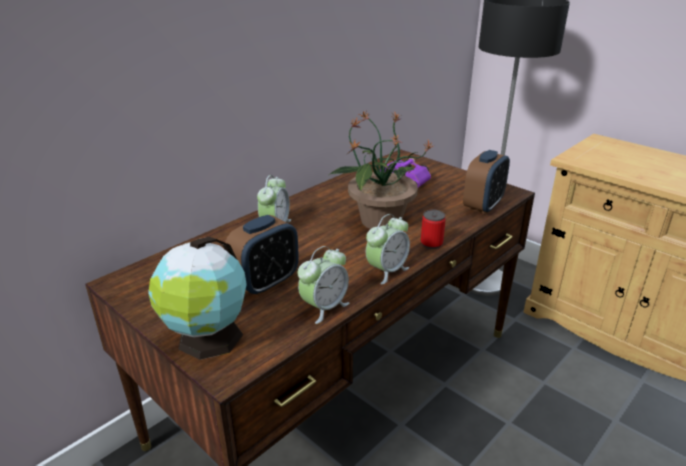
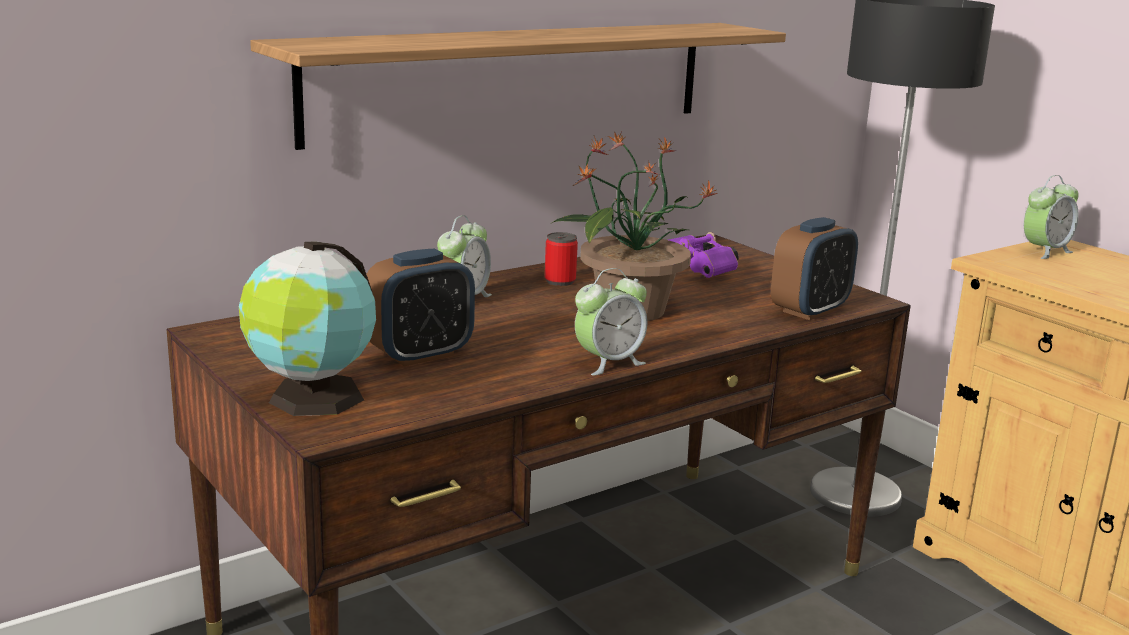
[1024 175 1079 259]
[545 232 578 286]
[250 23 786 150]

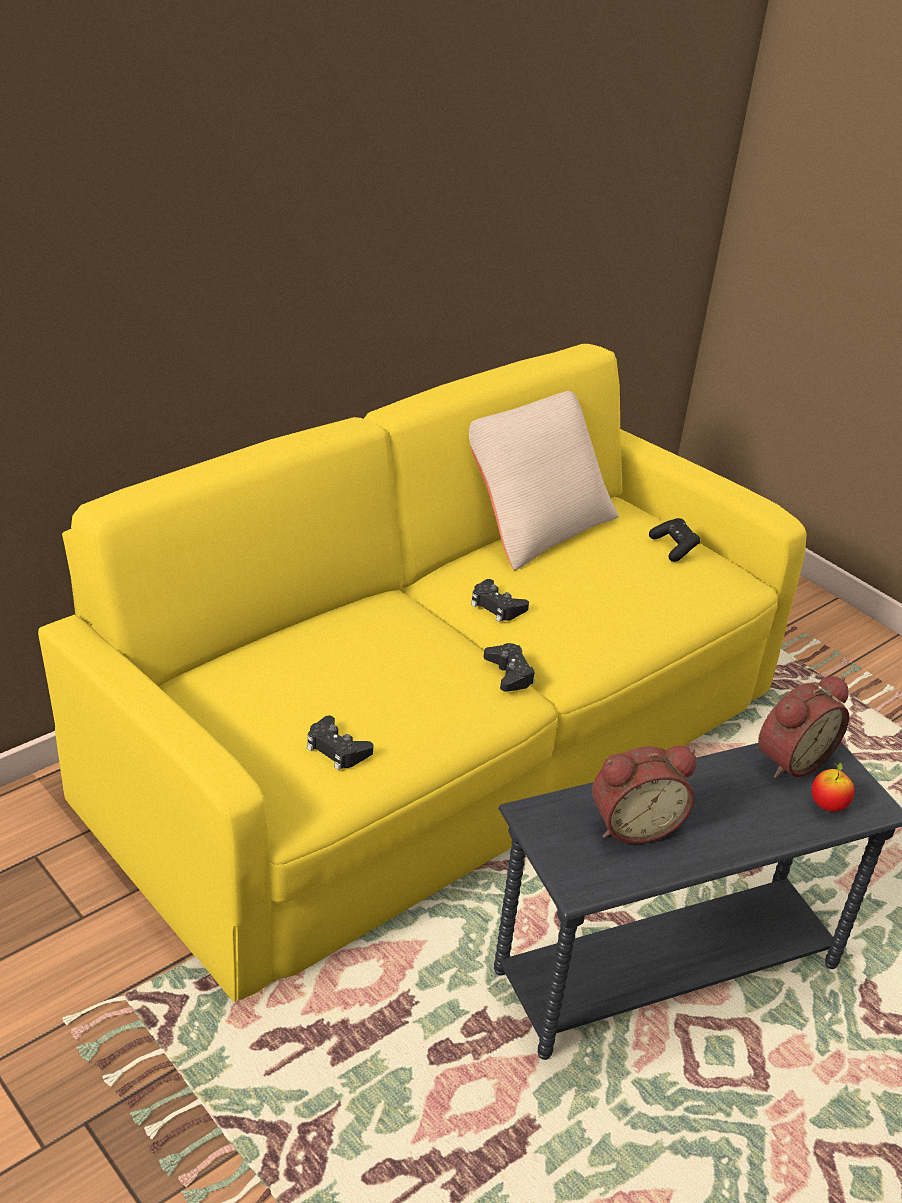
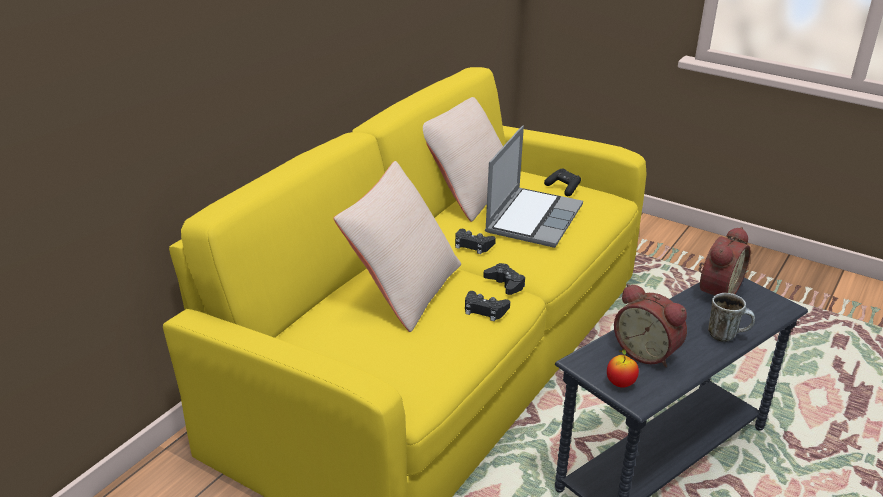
[465 291 510 322]
[614 284 687 368]
[607 349 639 388]
[333 161 461 332]
[485 126 583 248]
[708 293 755 342]

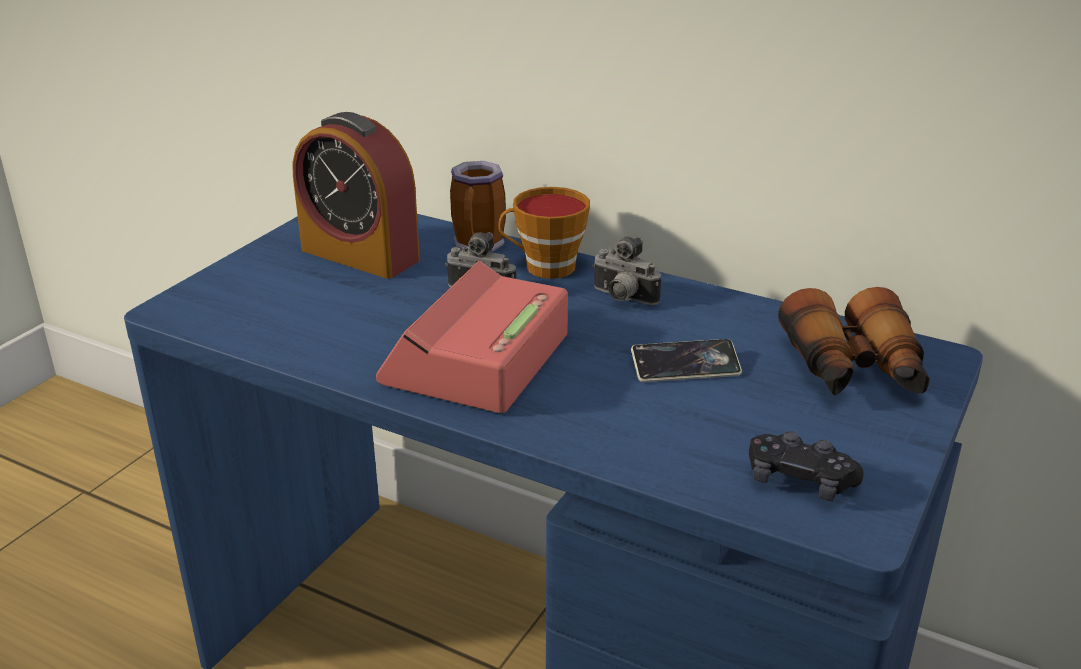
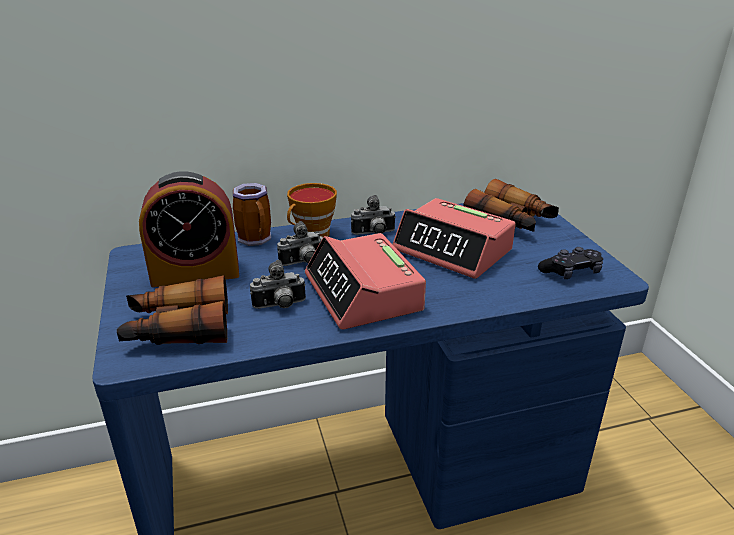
[393 198 516 279]
[117 275 228 345]
[250 260 306 309]

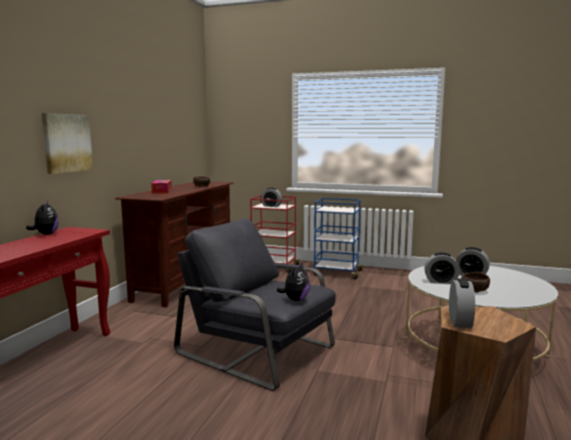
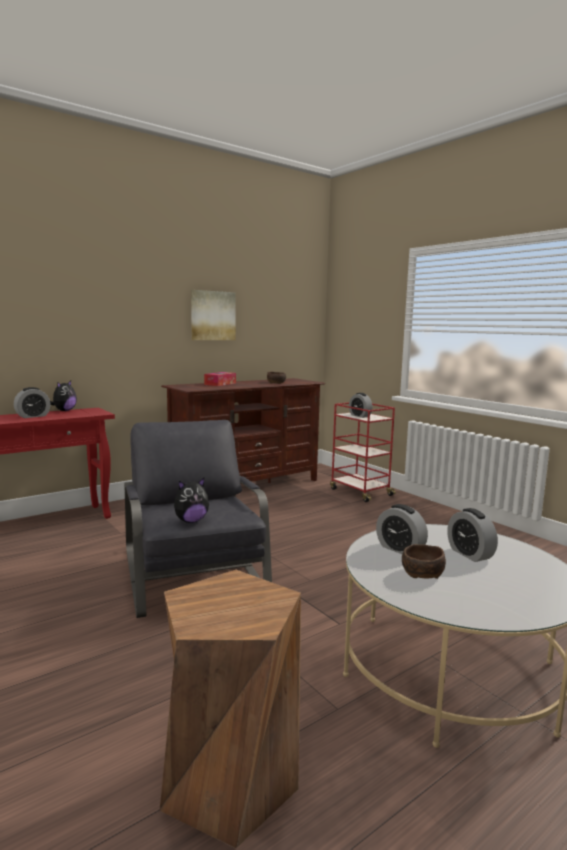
[191 290 236 340]
[314 198 364 279] (first image)
[14 387 50 418]

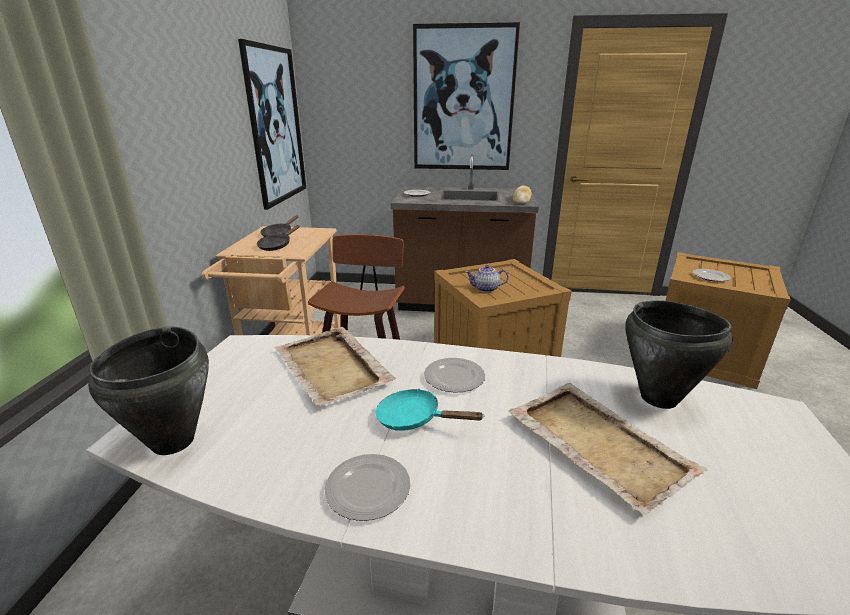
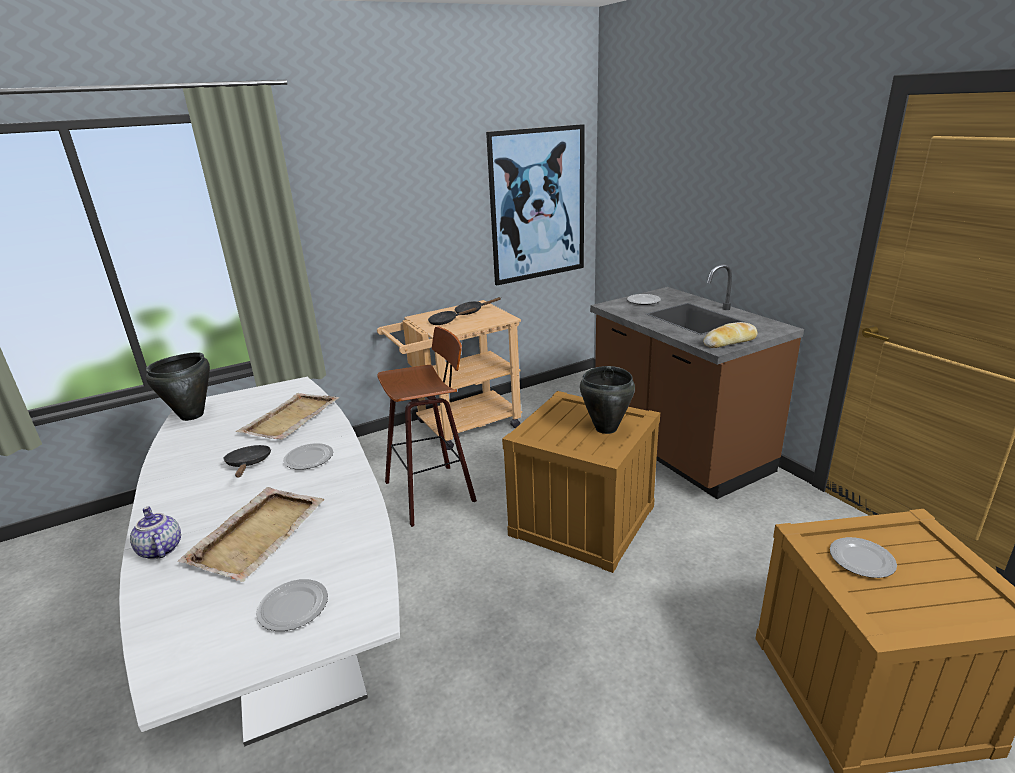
[256 579 328 631]
[223 445 271 478]
[413 22 520 170] (first image)
[130 507 181 559]
[580 366 635 434]

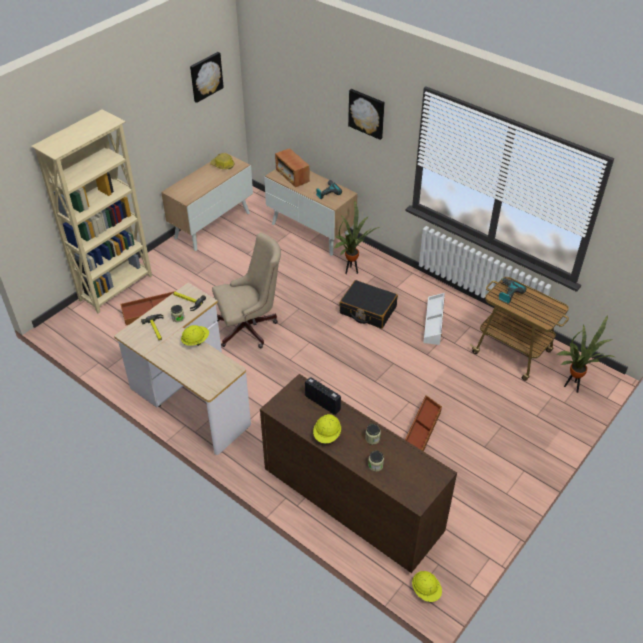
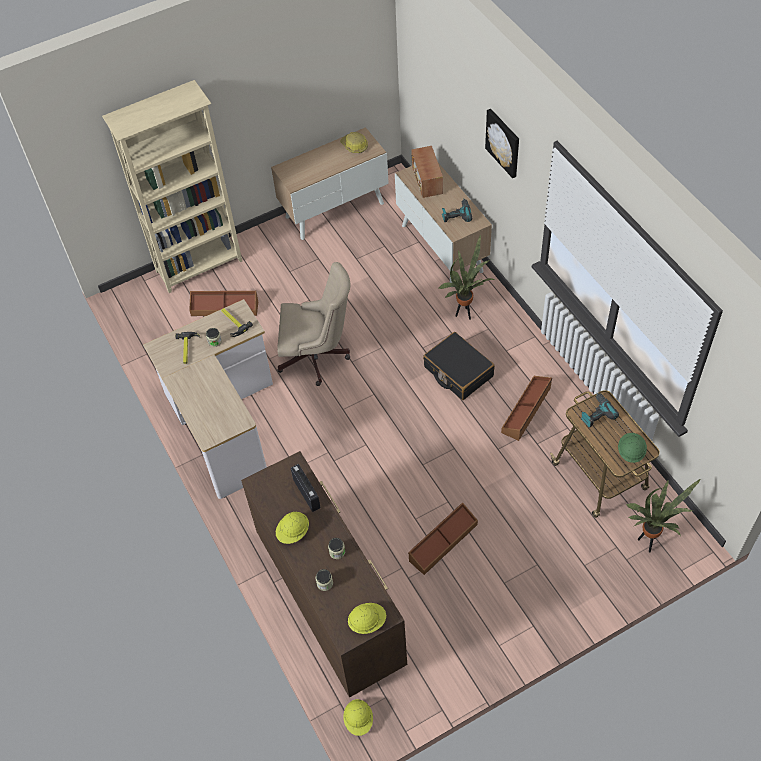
[348 603 386 634]
[190 52 224 103] (first image)
[501 376 552 441]
[618 433 647 463]

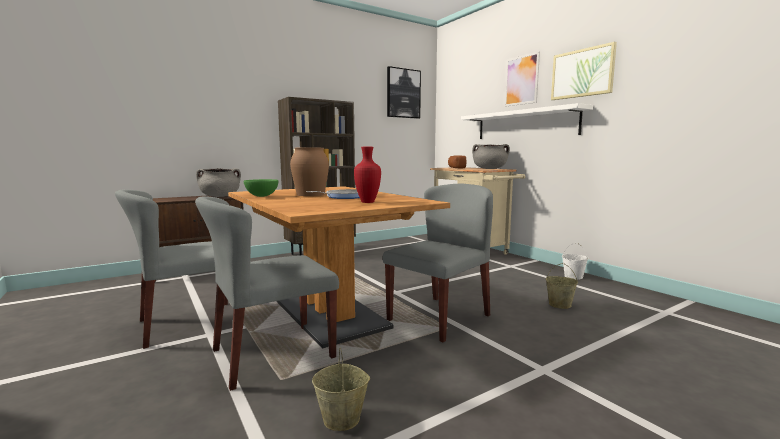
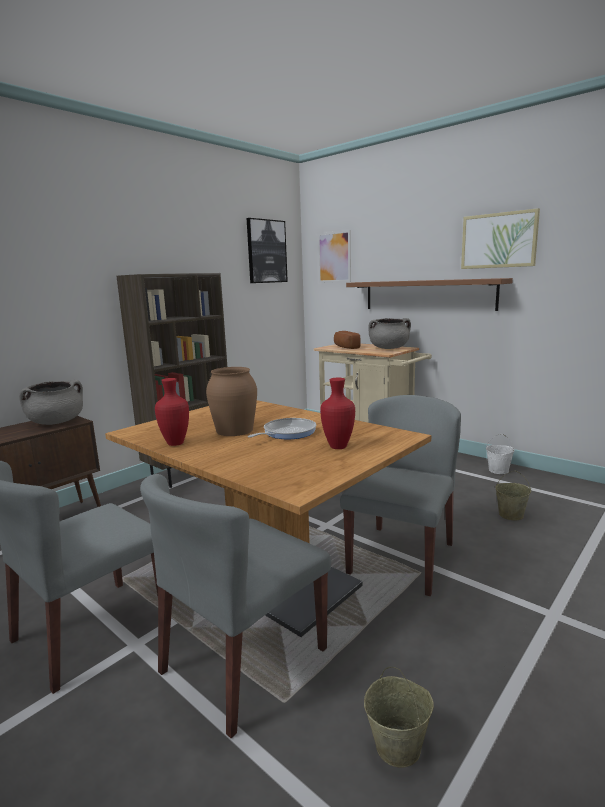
[155 378 189 446]
[346 278 513 311]
[317 230 351 283]

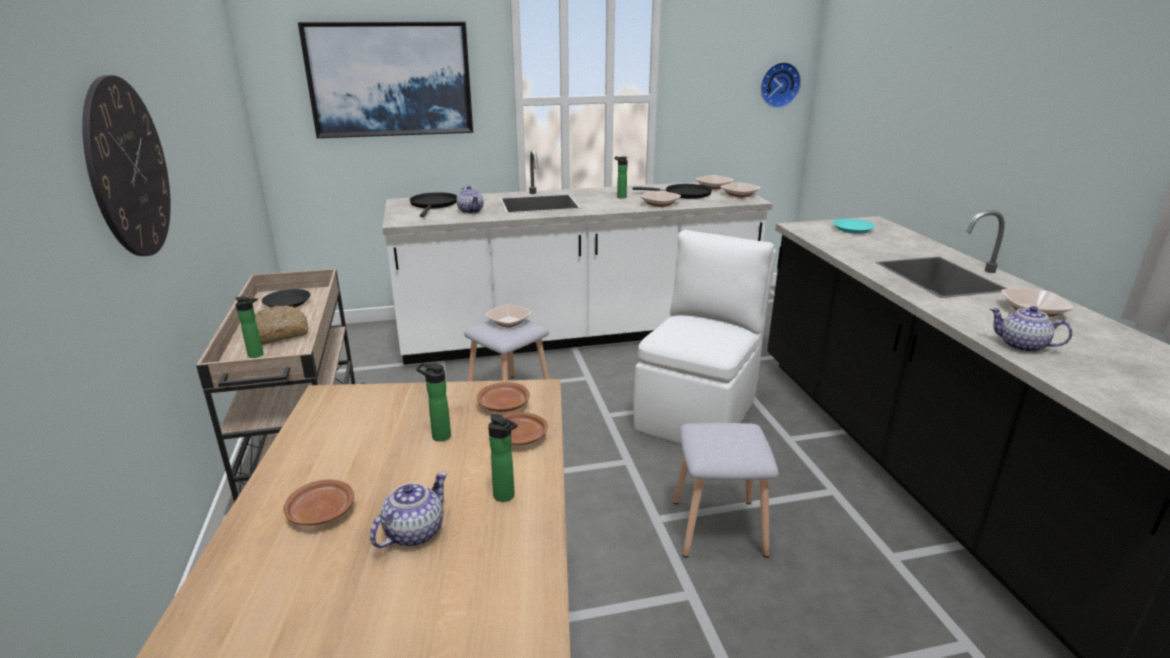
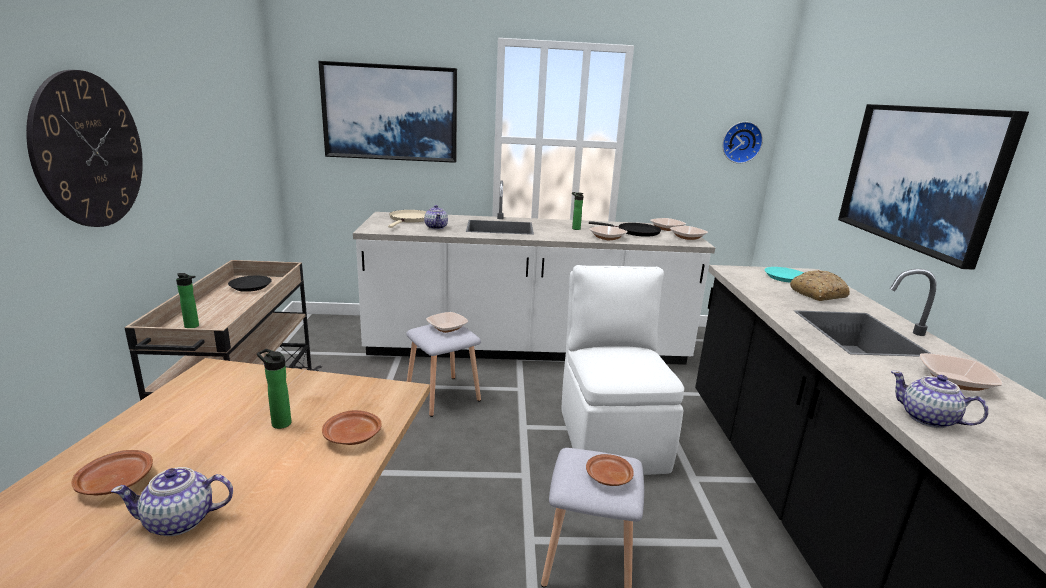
[790 270 850 301]
[111 467 233 536]
[388 210 427 228]
[586 454 634 486]
[488 414 518 502] (first image)
[561 265 684 475]
[838 104 1029 270]

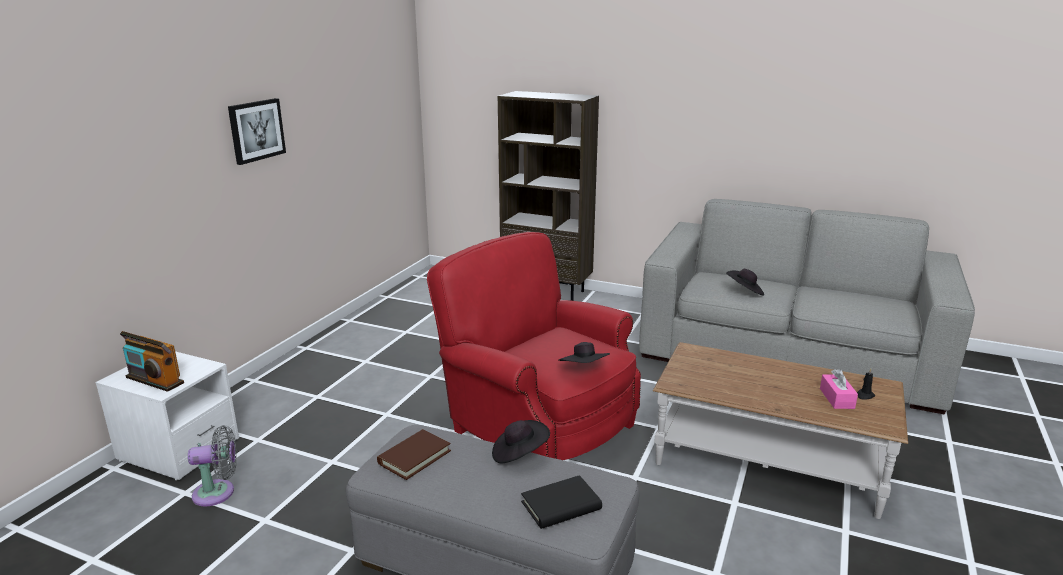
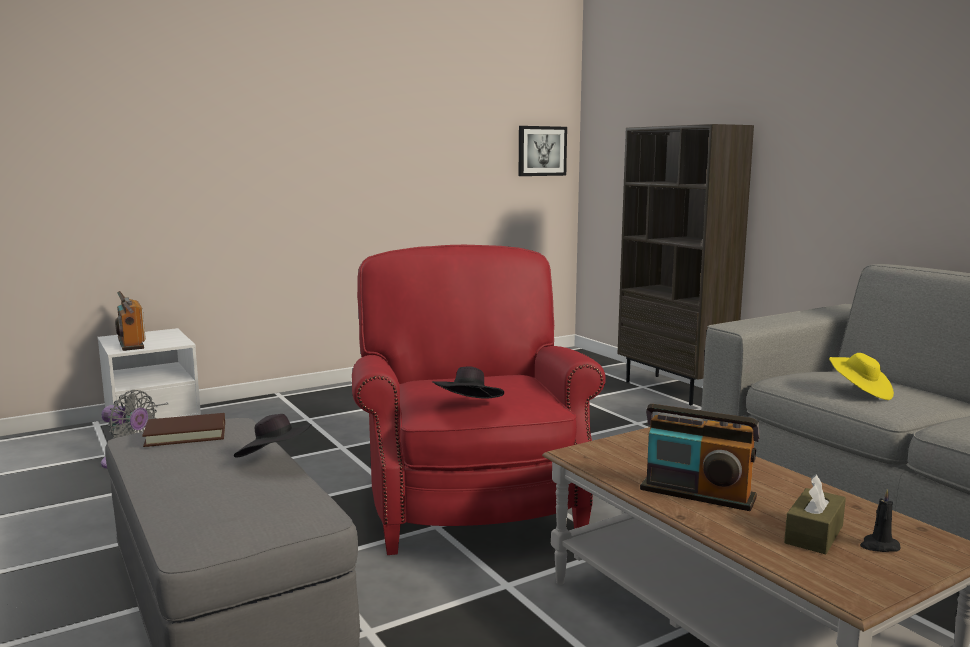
[519 126 567 176]
[521 475 602 529] (first image)
[829 353 894 400]
[784 474 846 555]
[640 404 760 511]

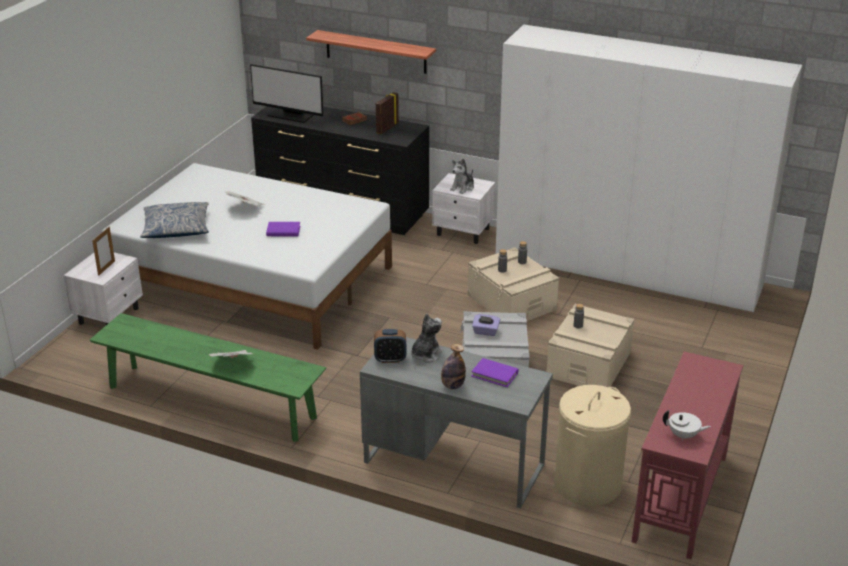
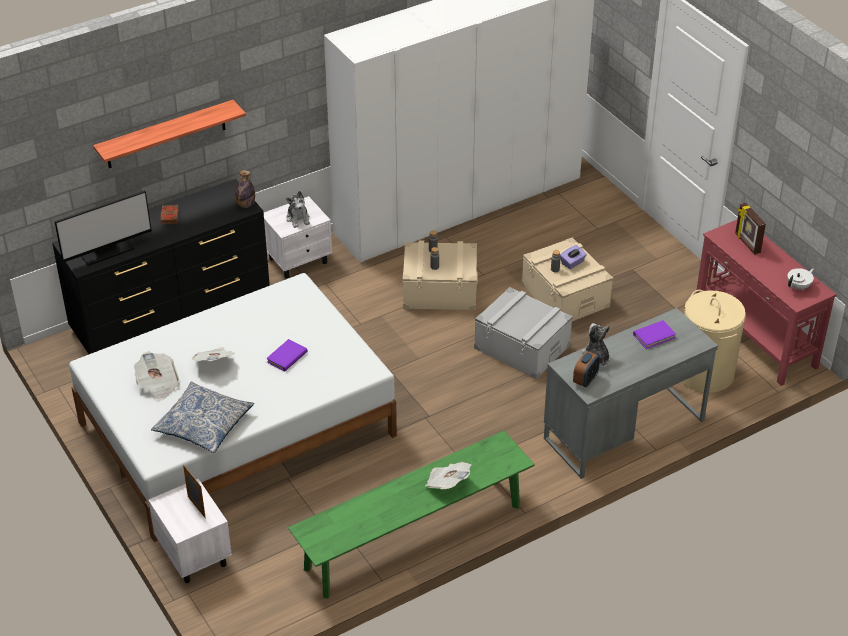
[735 203 766 255]
[235 170 255 208]
[560 245 587 269]
[134 351 180 401]

